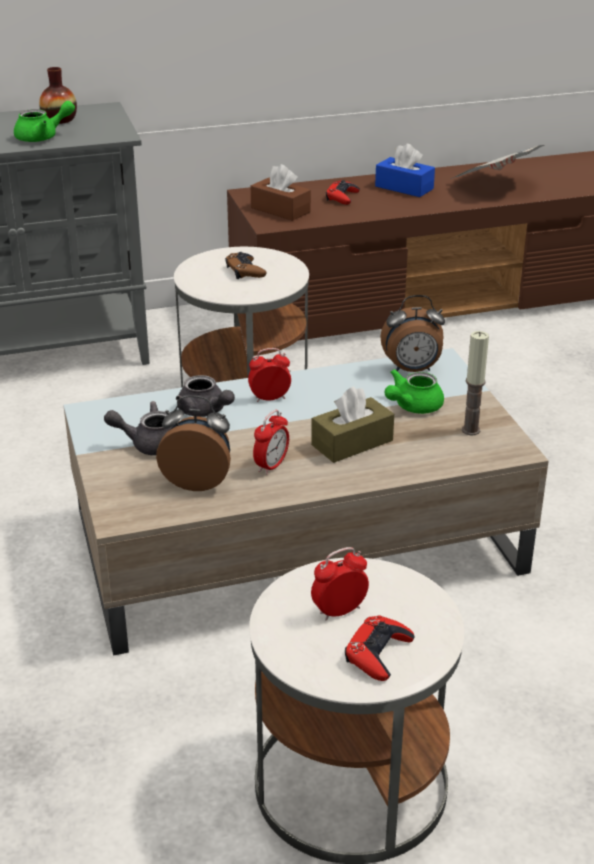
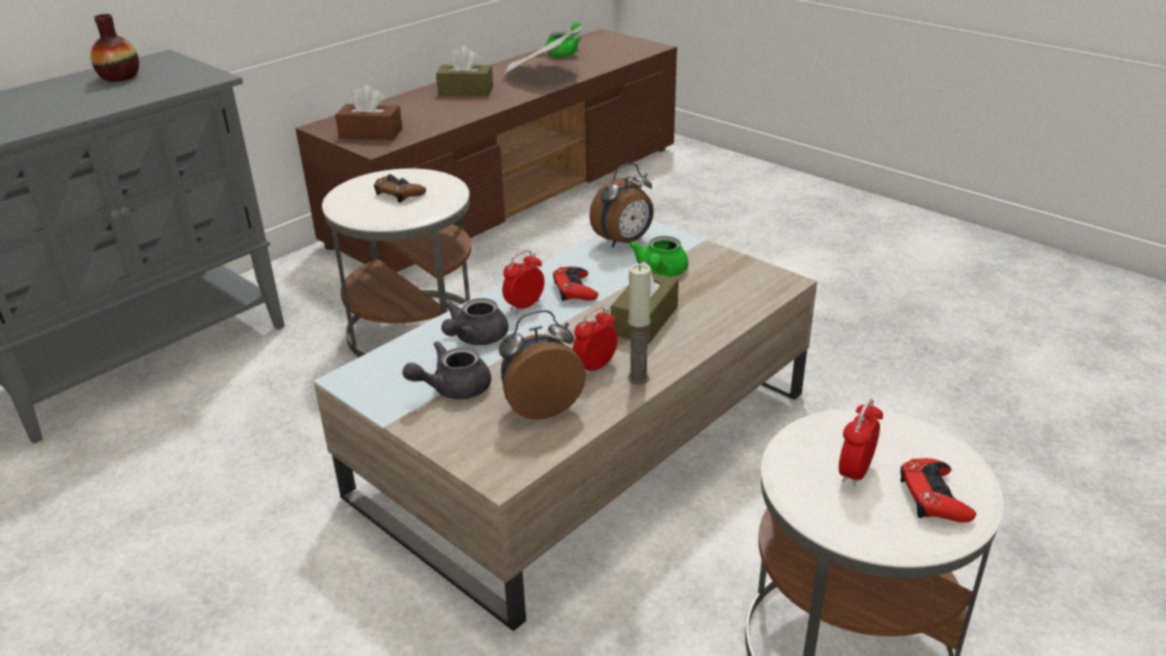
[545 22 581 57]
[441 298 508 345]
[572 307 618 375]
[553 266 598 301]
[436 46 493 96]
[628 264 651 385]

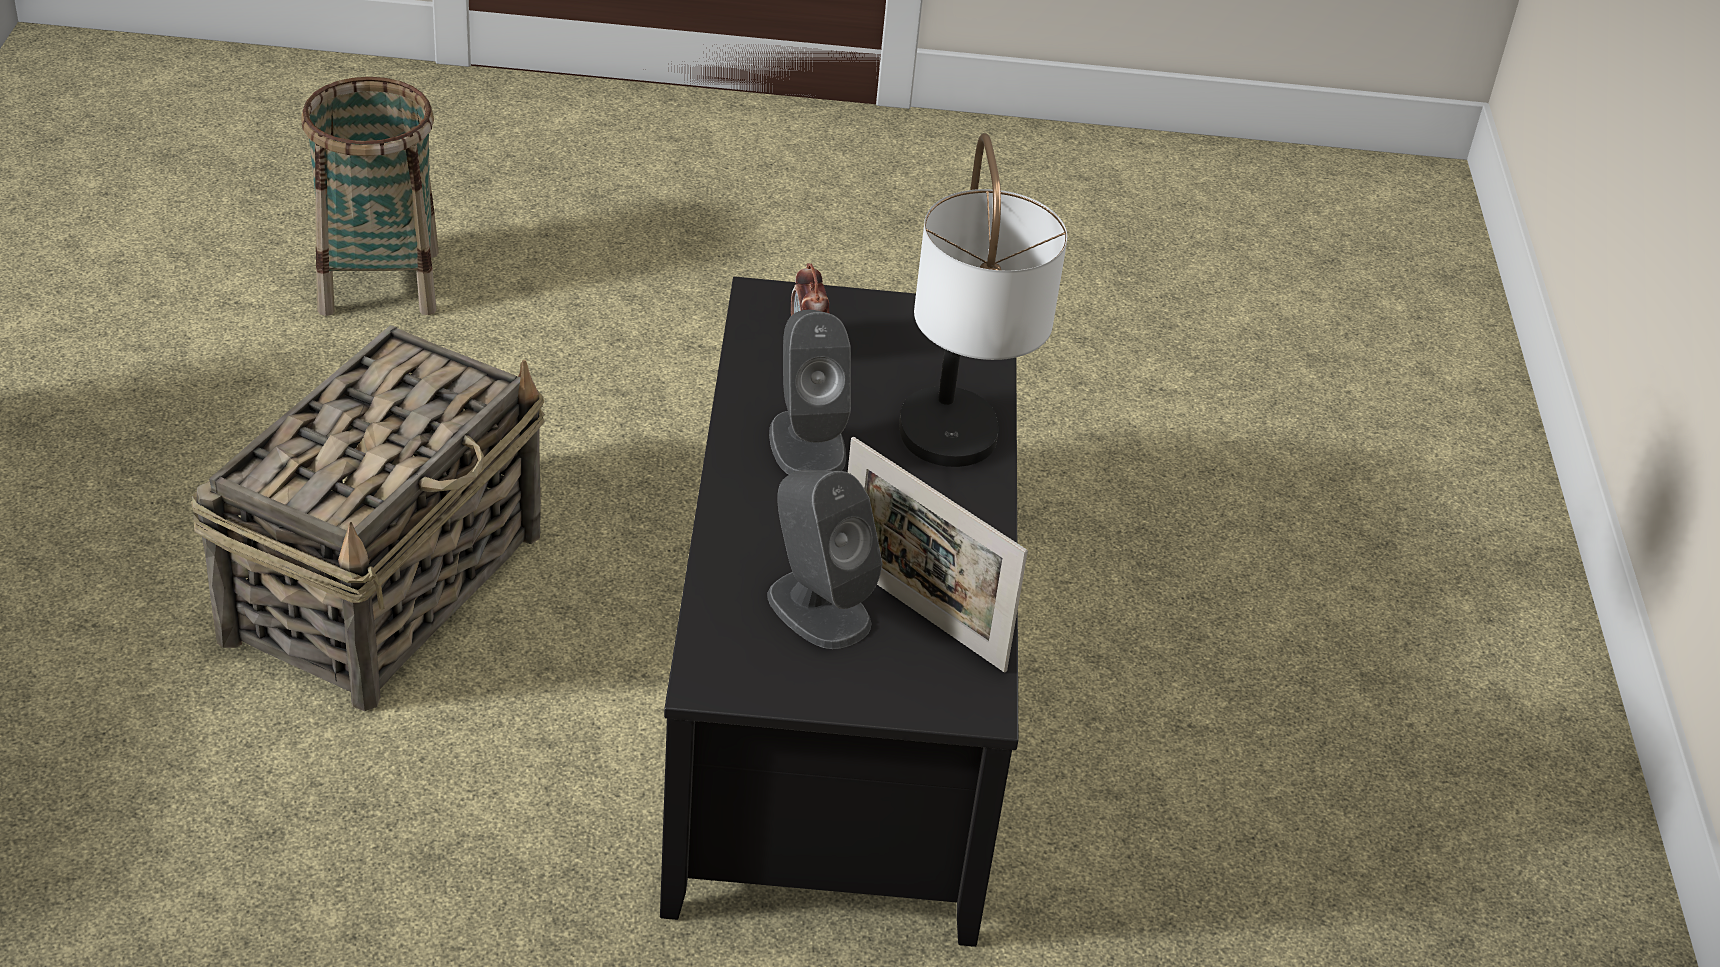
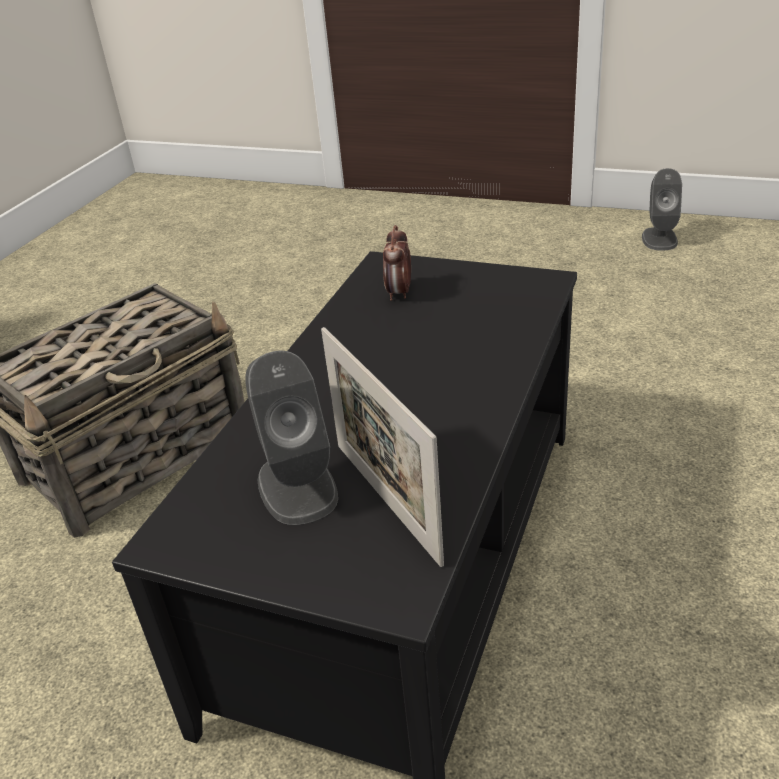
[301 77 439 316] (first image)
[642 168 682 251]
[899 133 1067 467] (first image)

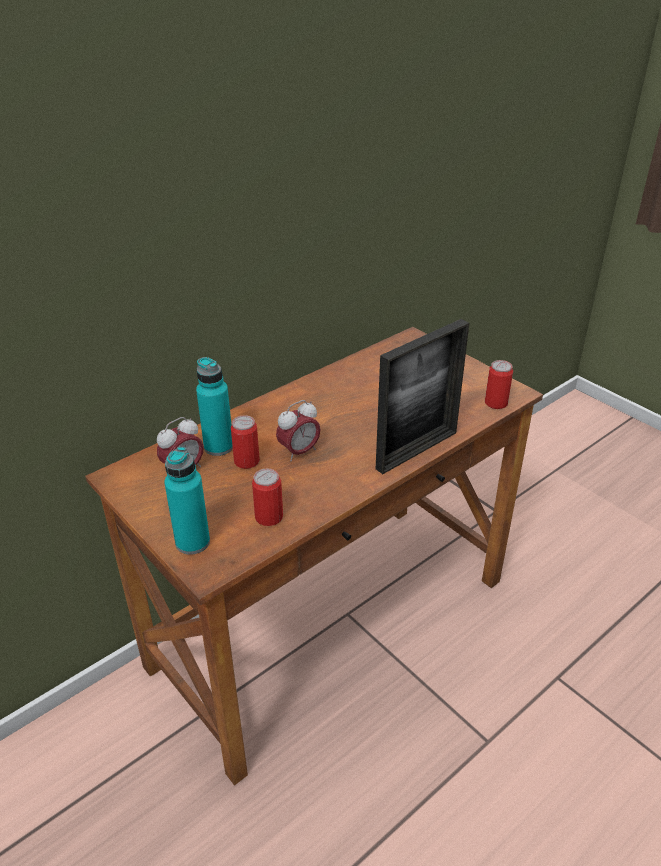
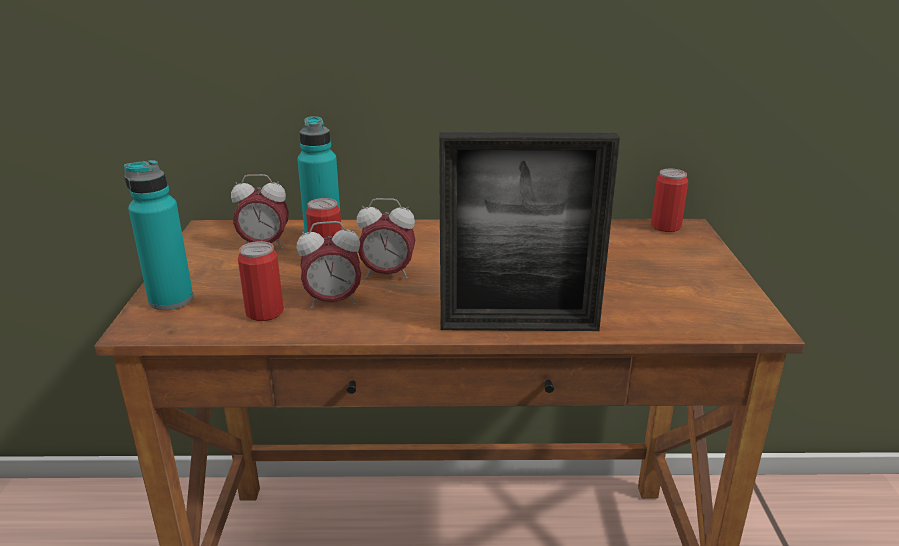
[651 169 688 232]
[296 221 361 309]

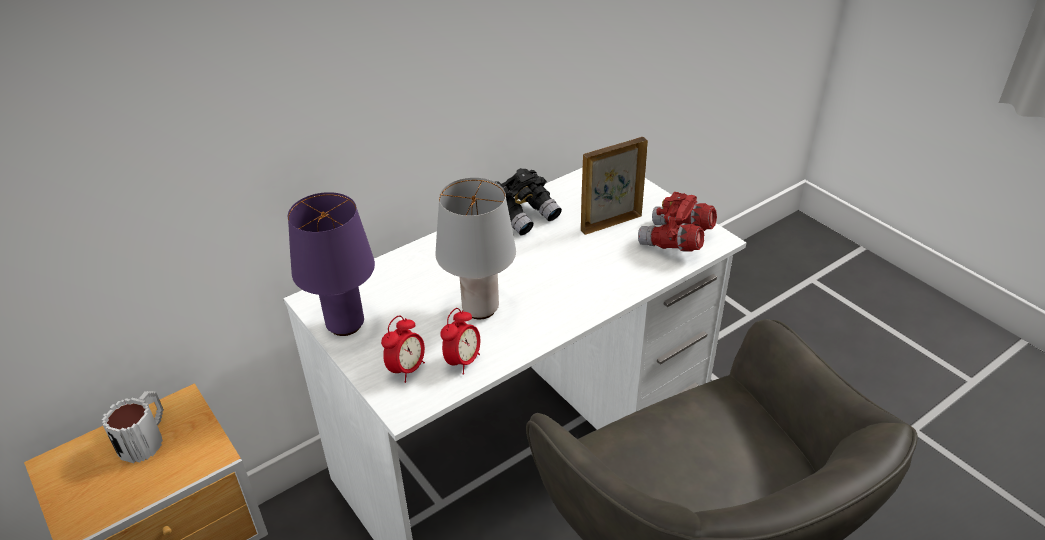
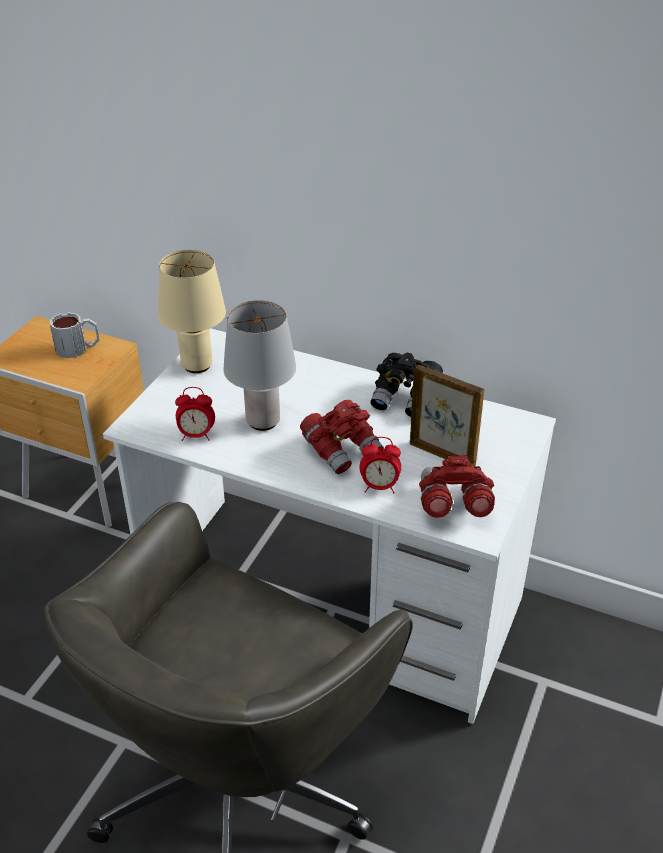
[158 250 226 373]
[360 437 401 493]
[300 400 384 474]

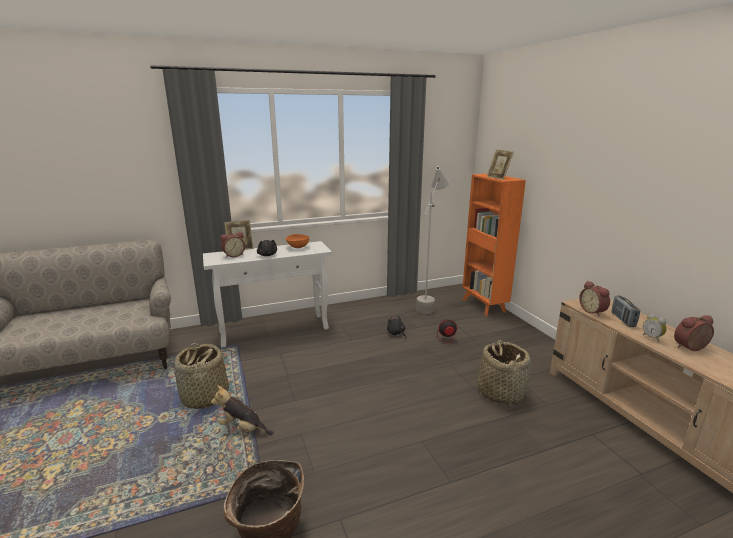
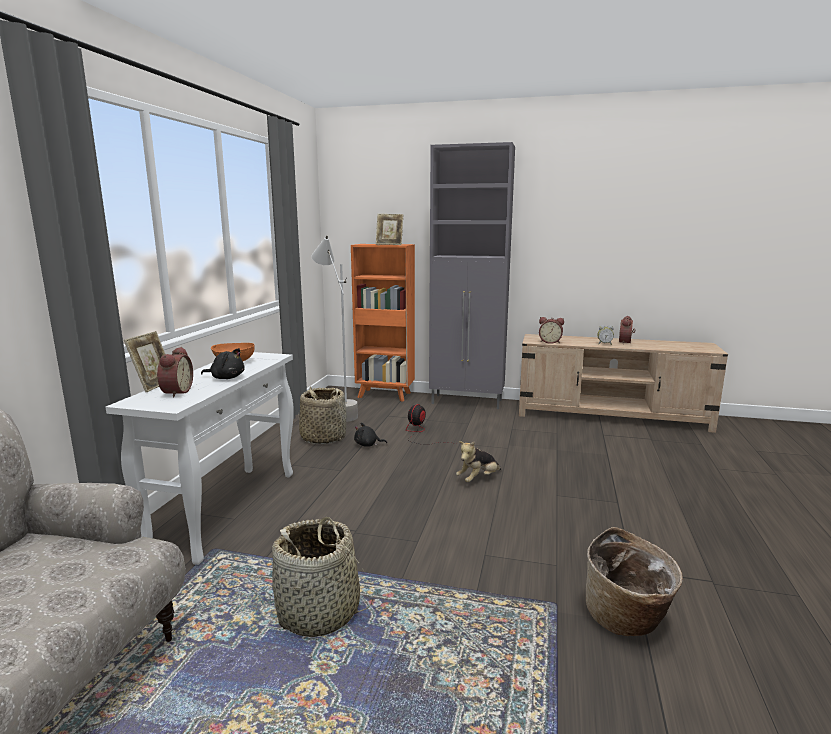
[456 441 501 482]
[298 386 346 444]
[611 296 640 327] (first image)
[429 142 515 409]

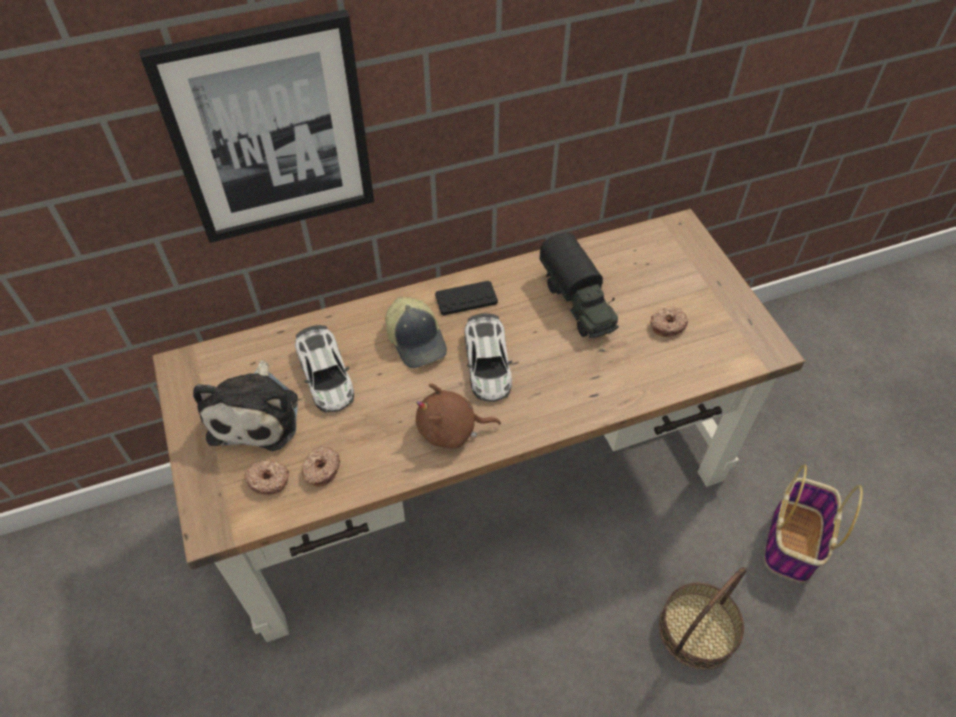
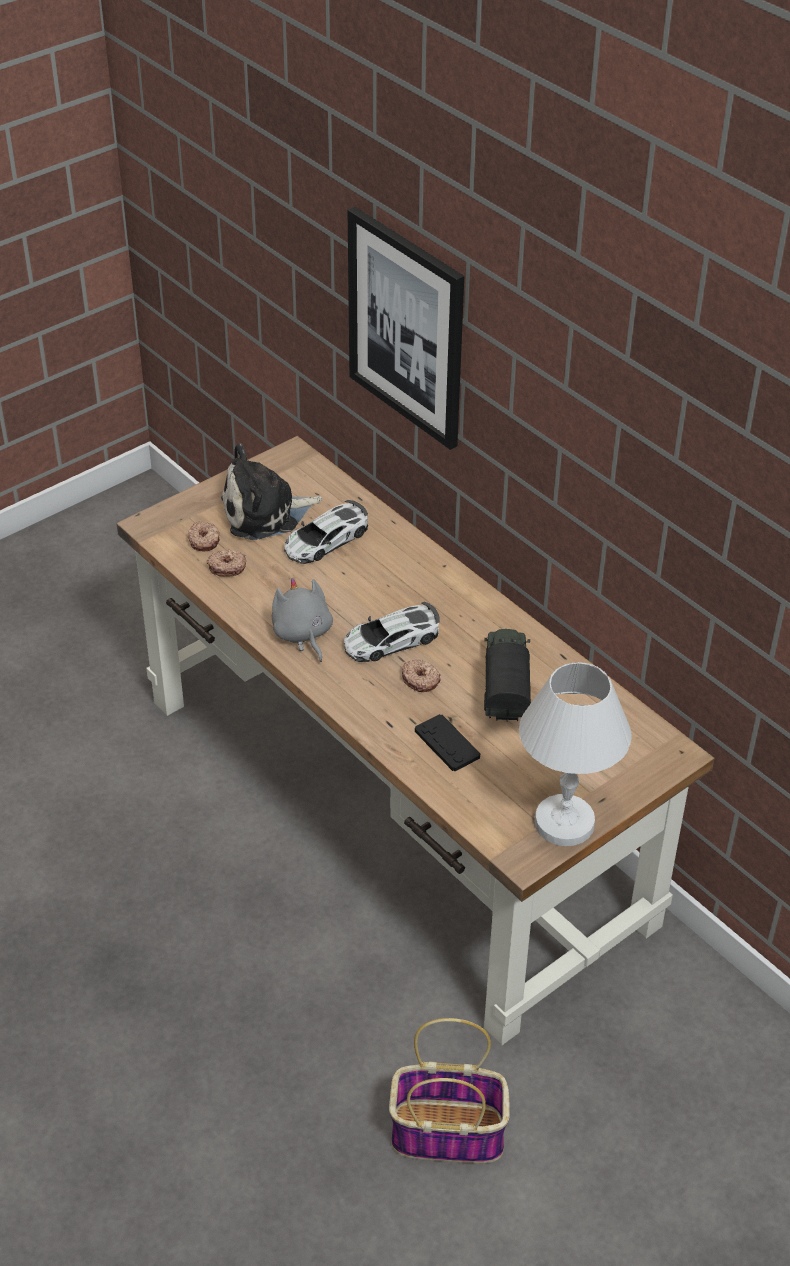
[385 297 447 368] (first image)
[272 578 333 662]
[415 714 480 771]
[484 629 531 721]
[402 659 441 692]
[659 567 746 670] (first image)
[519 662 632 846]

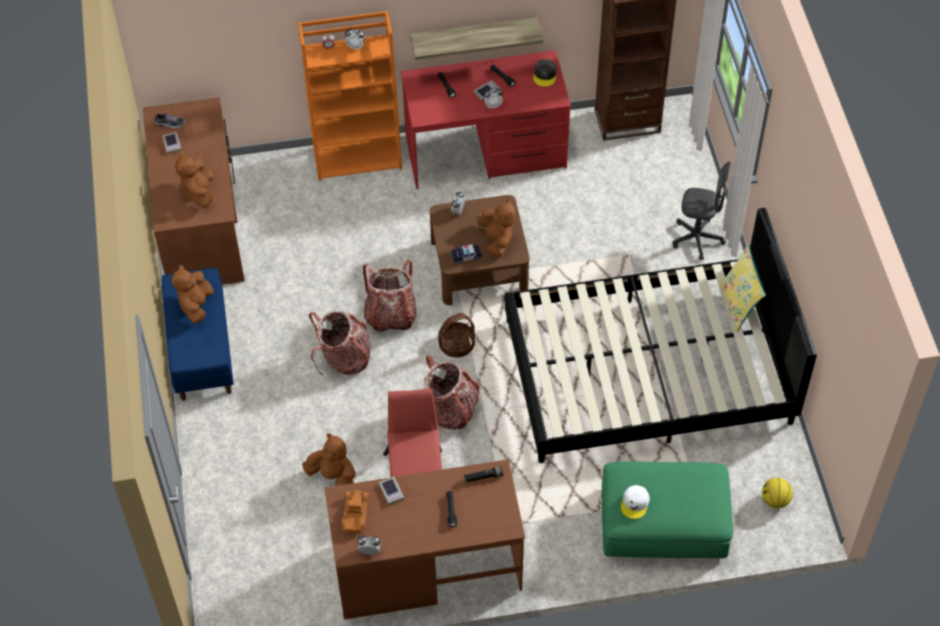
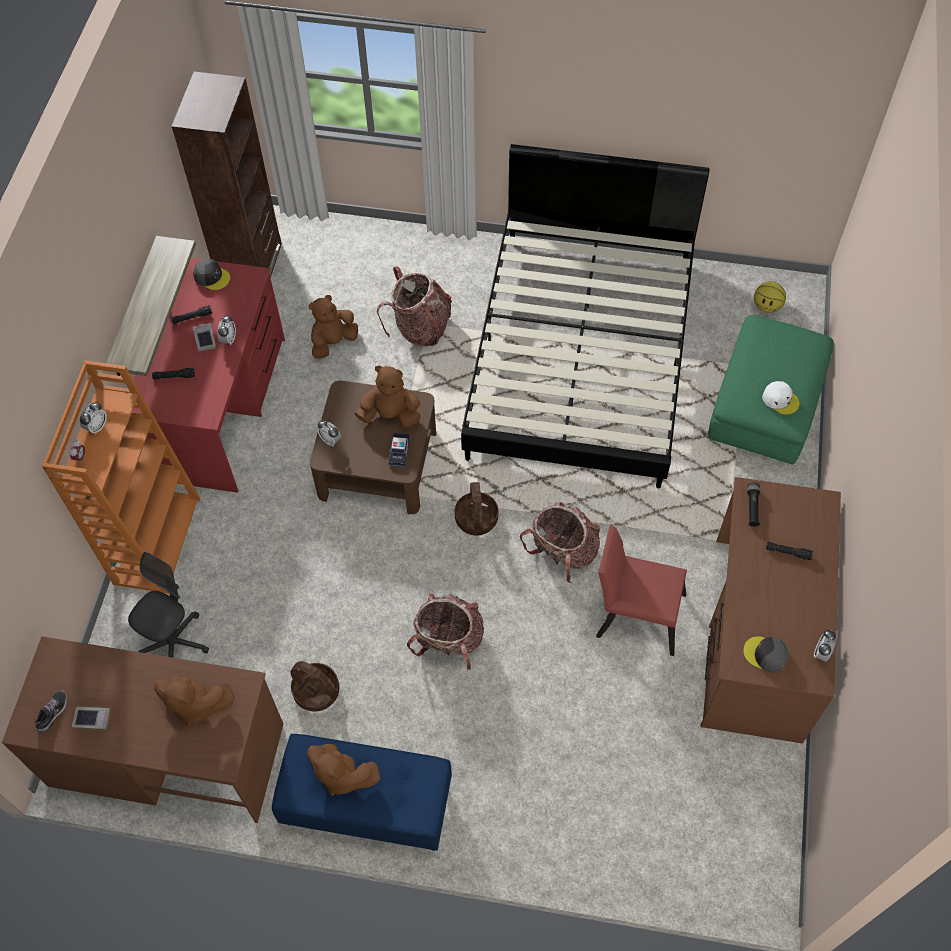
[309 295 358 358]
[743 636 789 673]
[377 266 452 346]
[379 476 404 505] (first image)
[128 552 209 658]
[720 244 766 332] (first image)
[290 661 339 712]

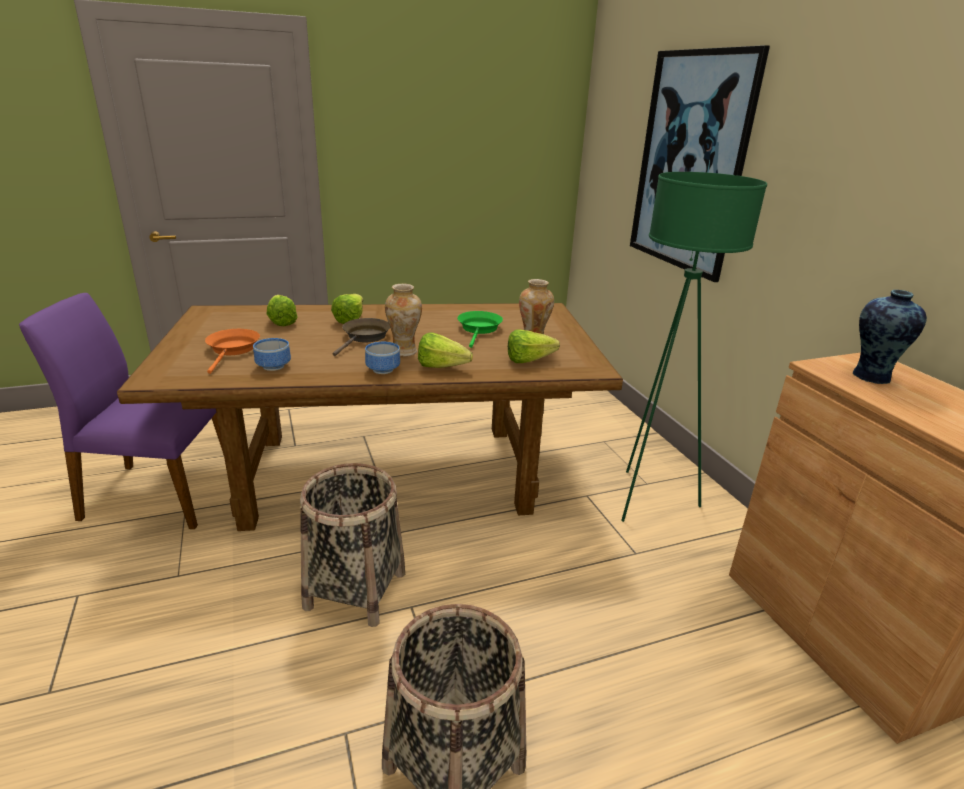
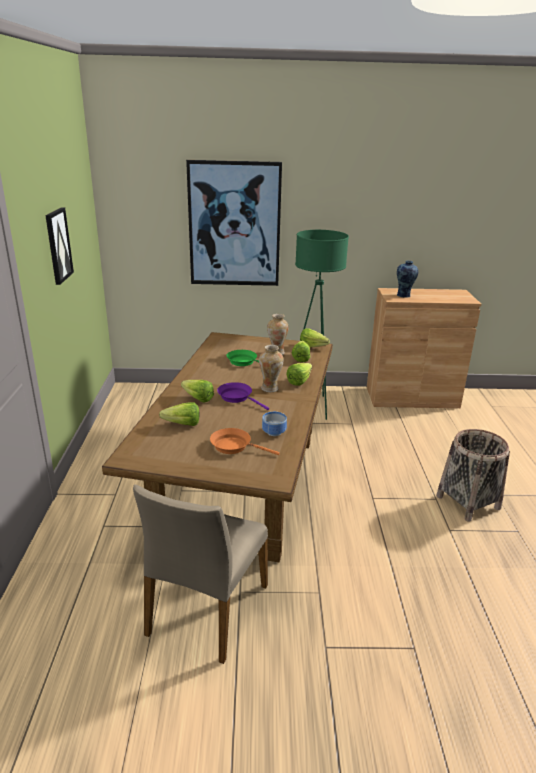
[133 484 268 664]
[300 463 405 627] (first image)
[217 382 269 410]
[365 342 400 374] (first image)
[45 207 74 285]
[300 328 330 348]

